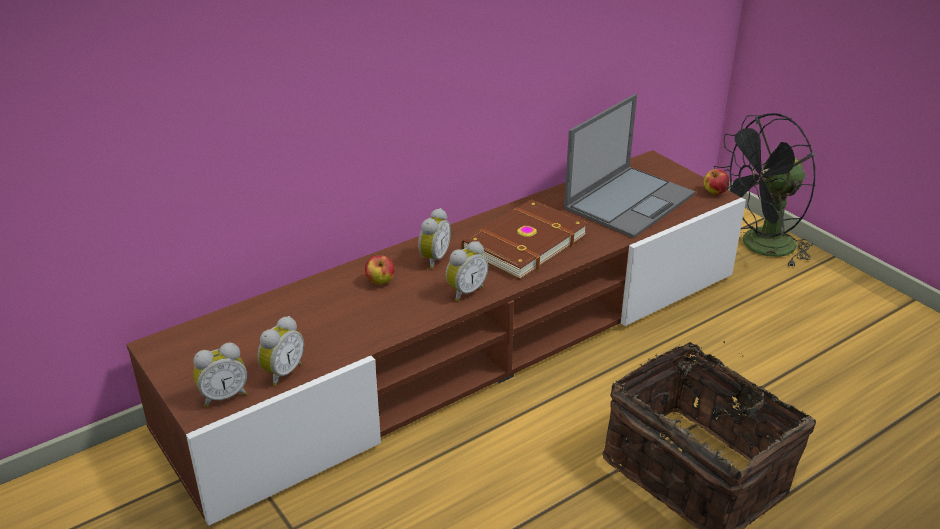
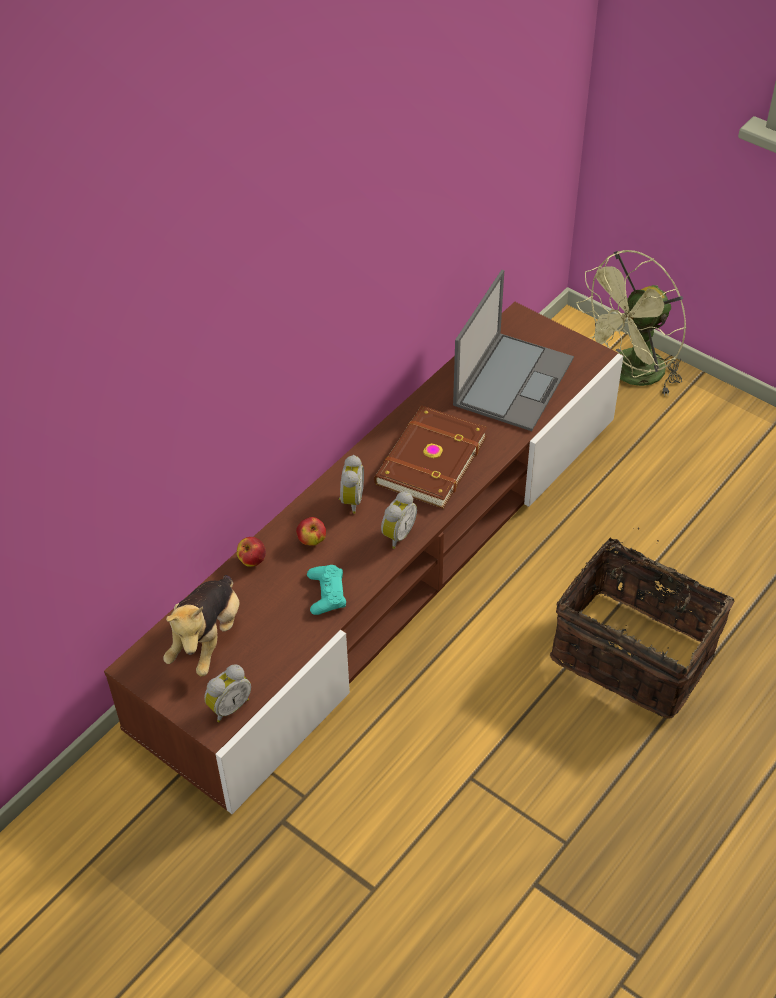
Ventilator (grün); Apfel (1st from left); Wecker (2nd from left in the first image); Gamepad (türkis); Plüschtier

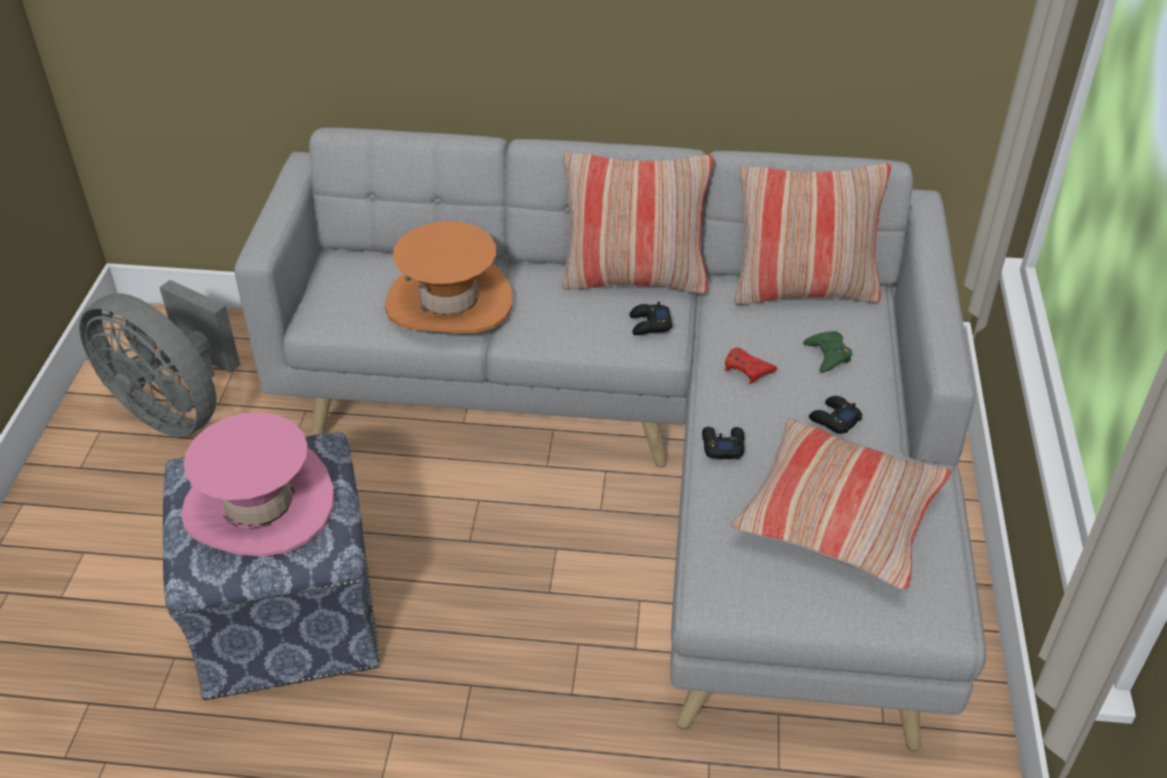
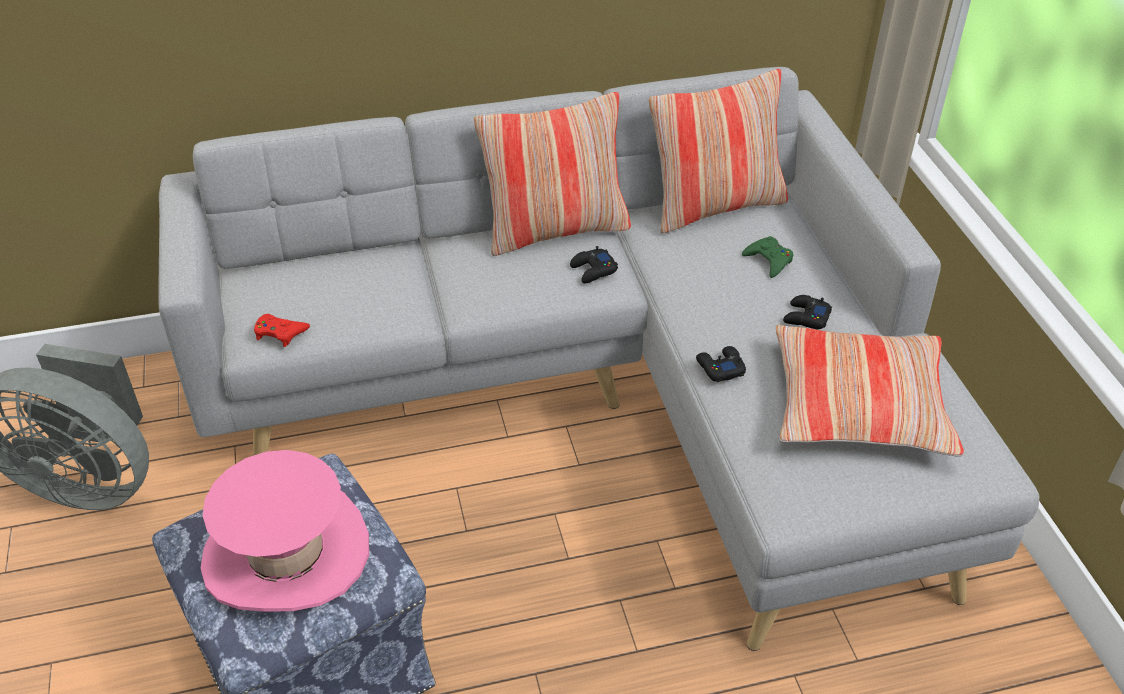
Hut (orange); Gamepad (rot)

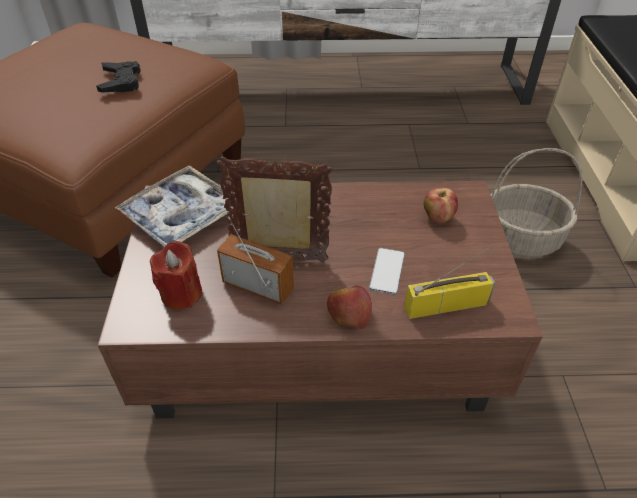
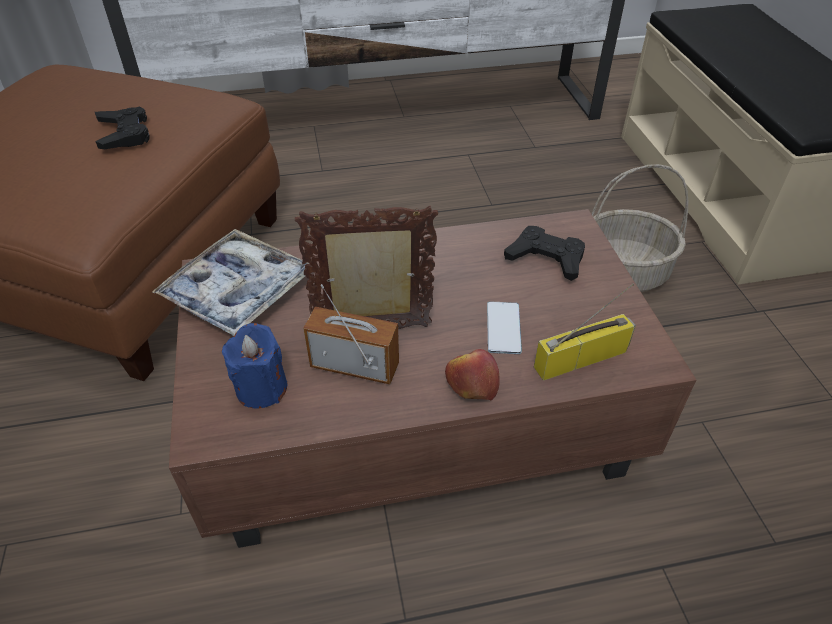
Gamepad (schwarz) (2nd from left); Kerze (blau)

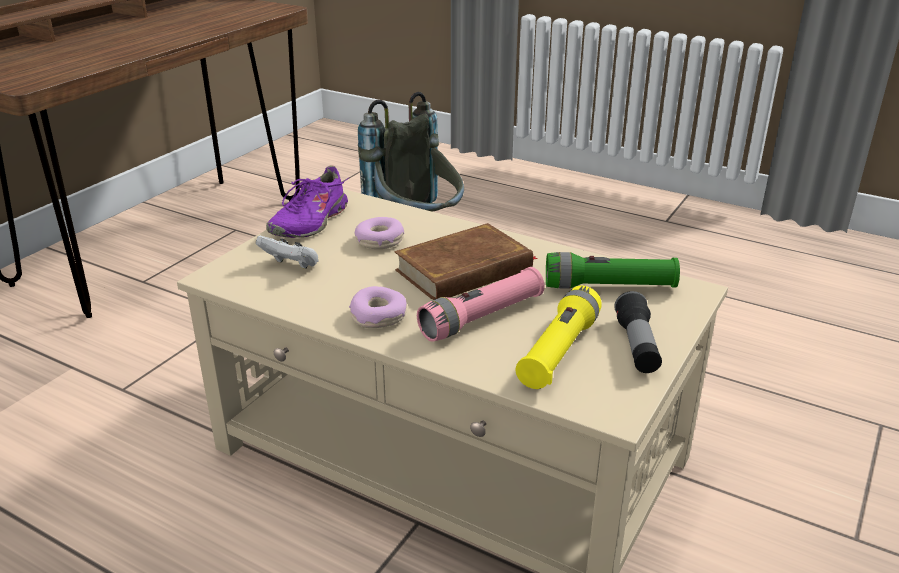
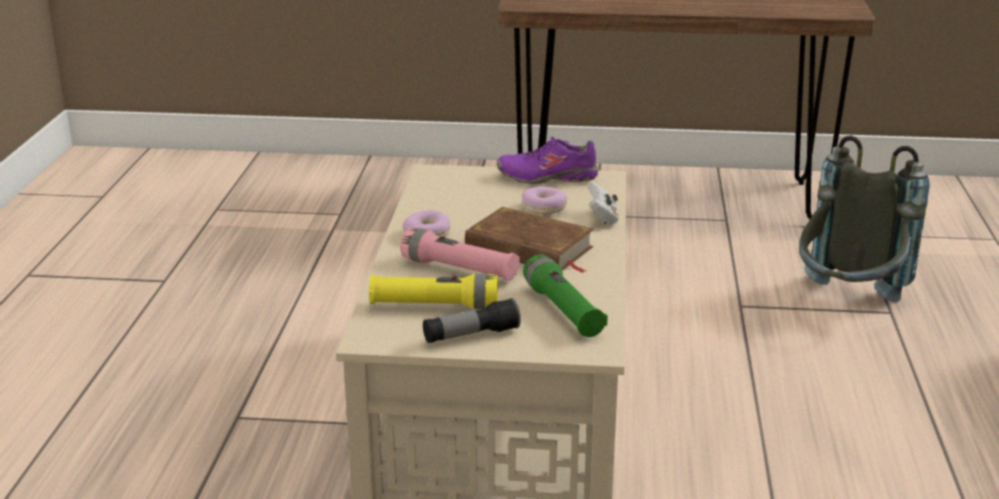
Gamepad (weiß)

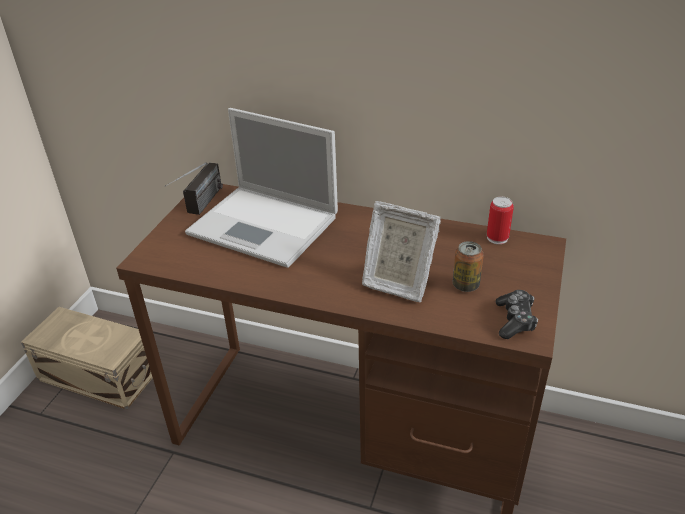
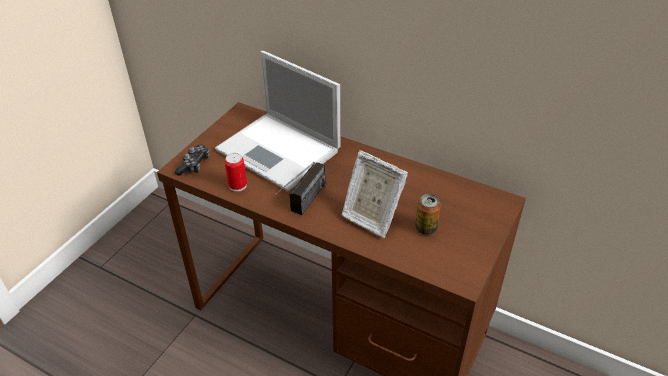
Radio; Dose (1st from left); Gamepad; Aufbewahrungsbox (beige)

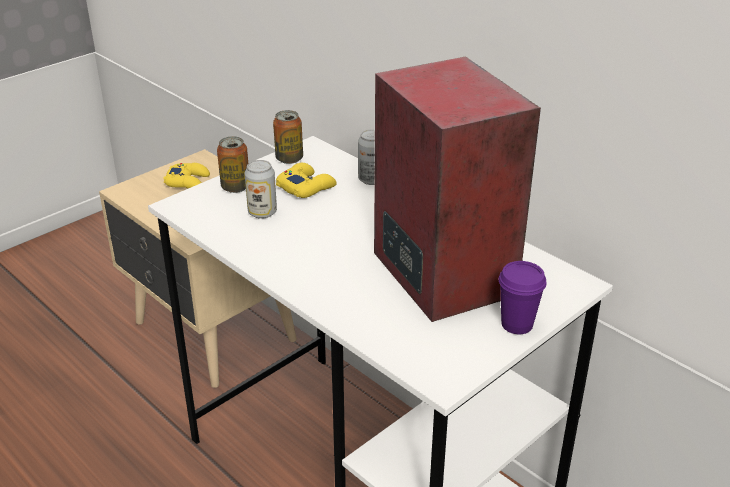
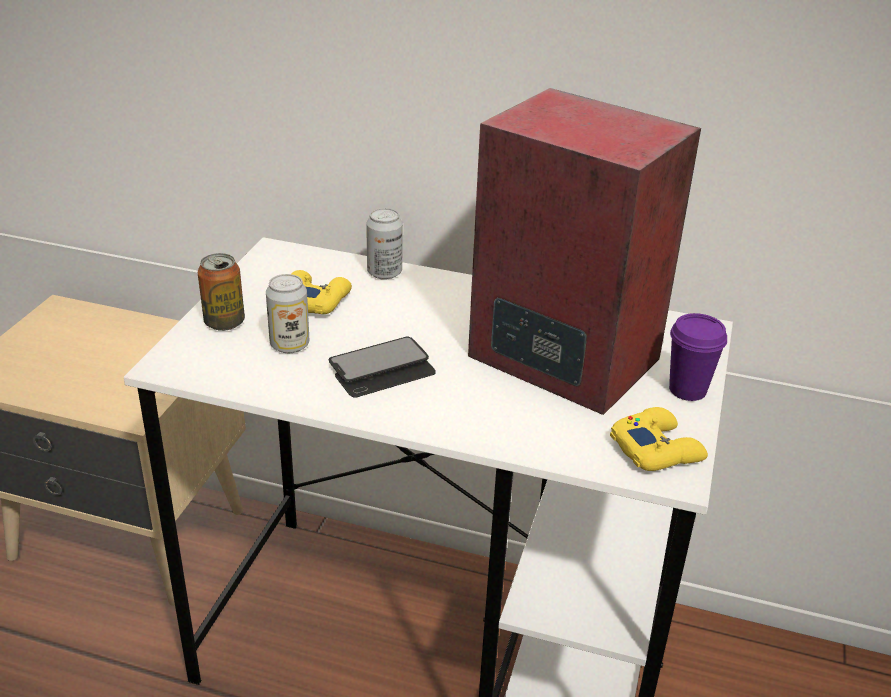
Dose (3rd from left in the first image); Gamepad (gelb) (2nd from left); Handy

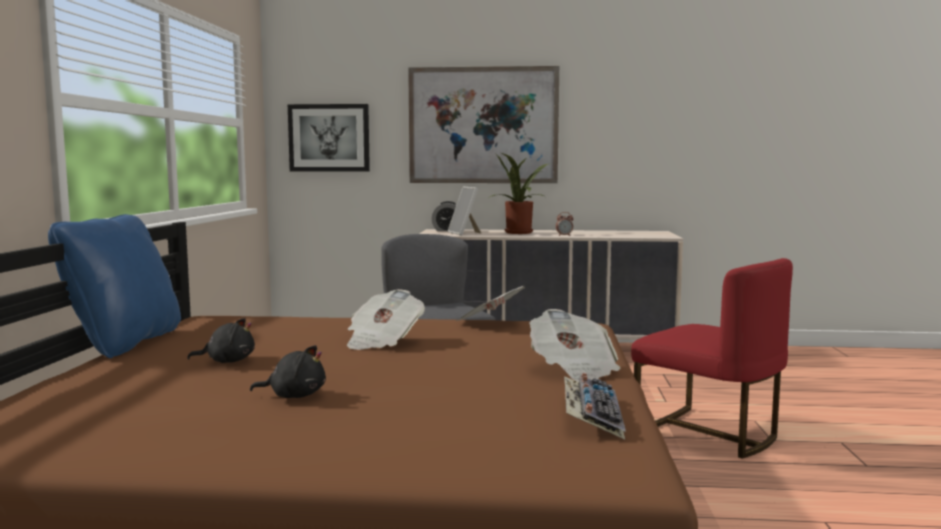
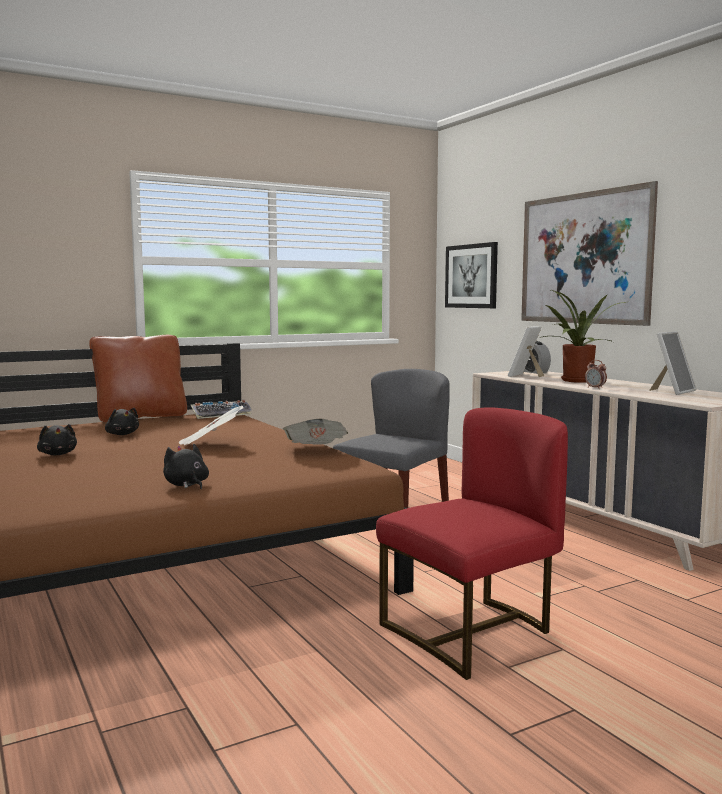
Kissen (braun); Stuhl (rot); Plüschtier (schwarz) (3rd from left); Tastatur; Bilderrahmen (2nd from left)

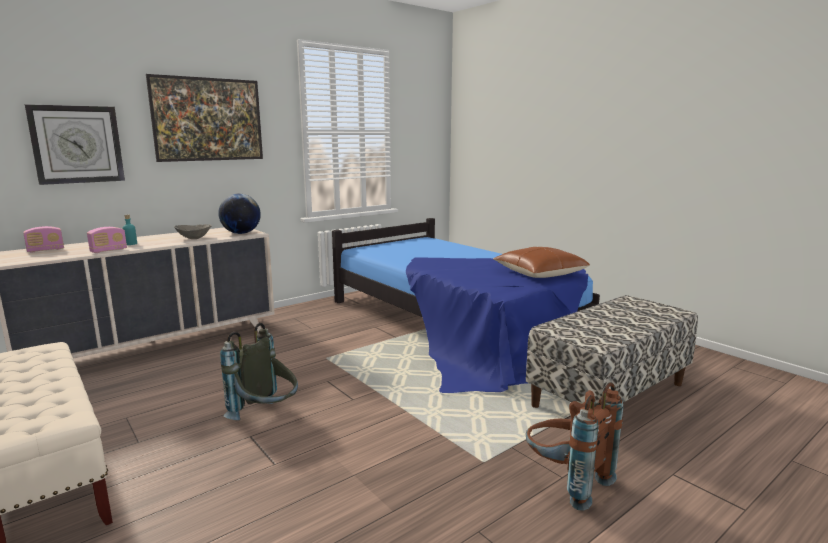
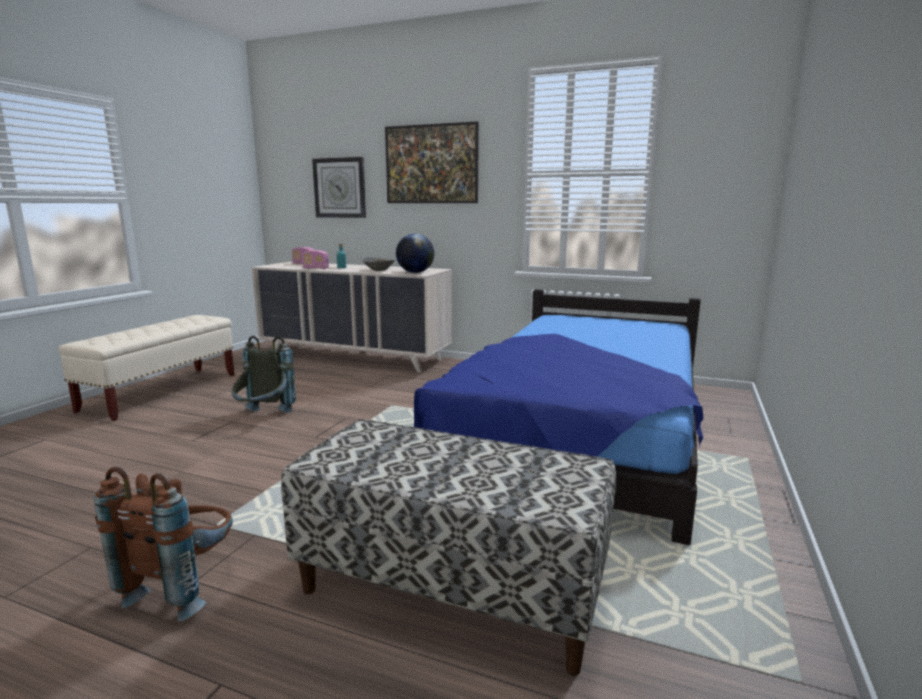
Kissen (braun)

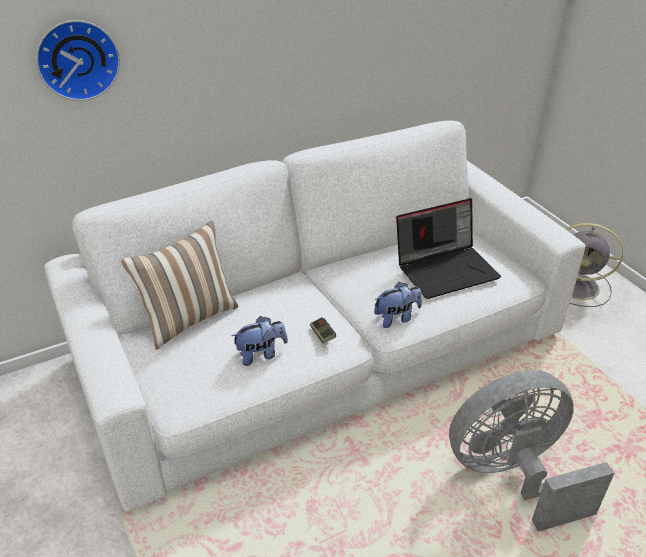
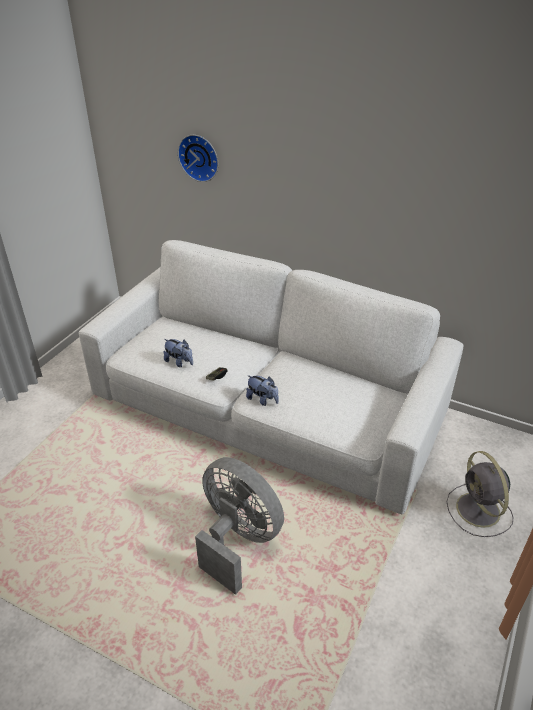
Laptop; Kissen

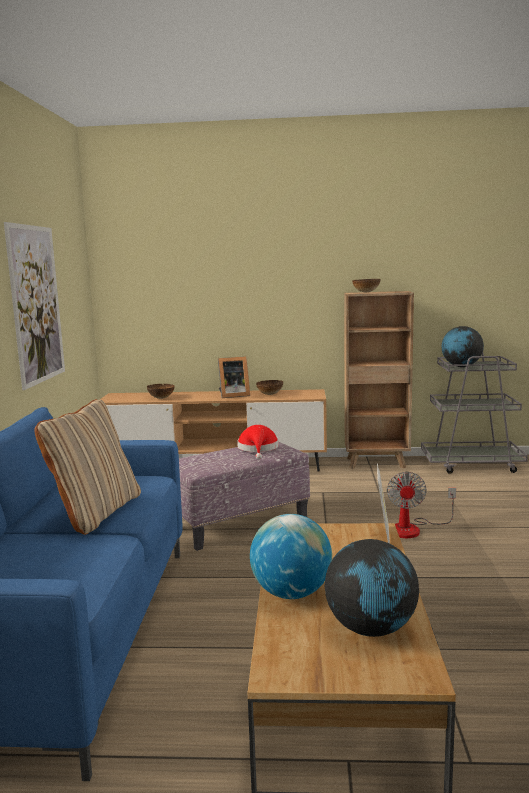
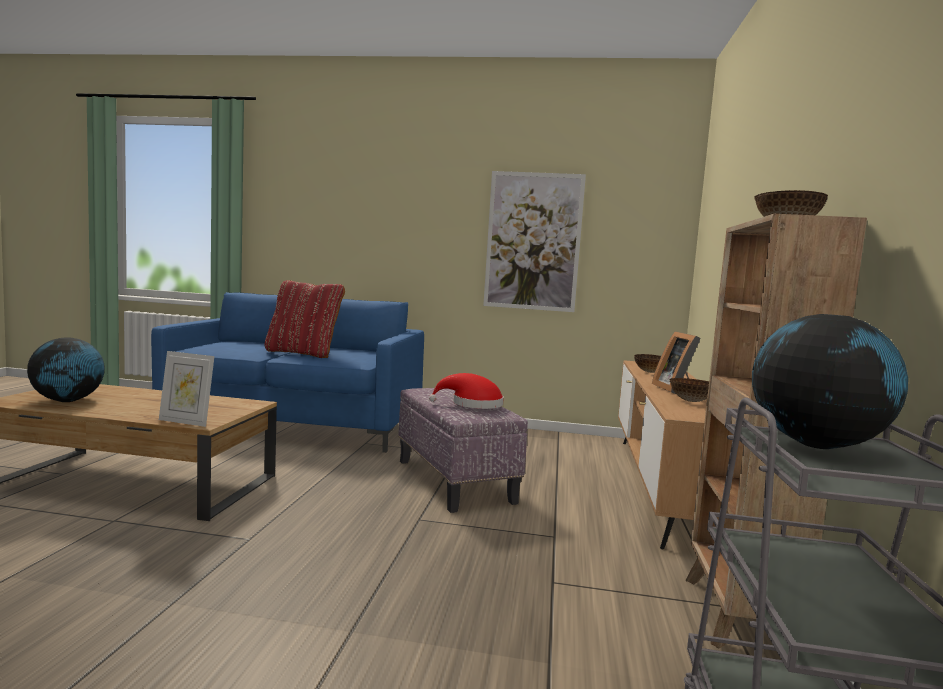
Kissen (rot); Ventilator; Globus (1st from left in the first image)

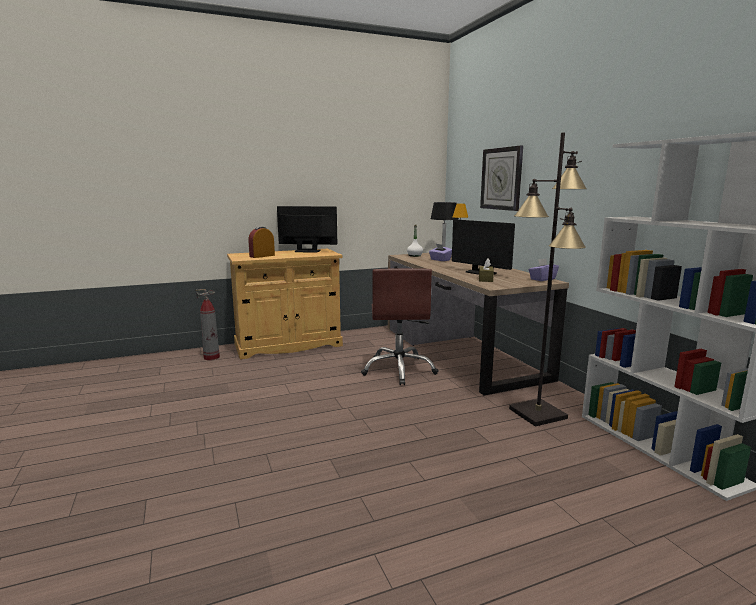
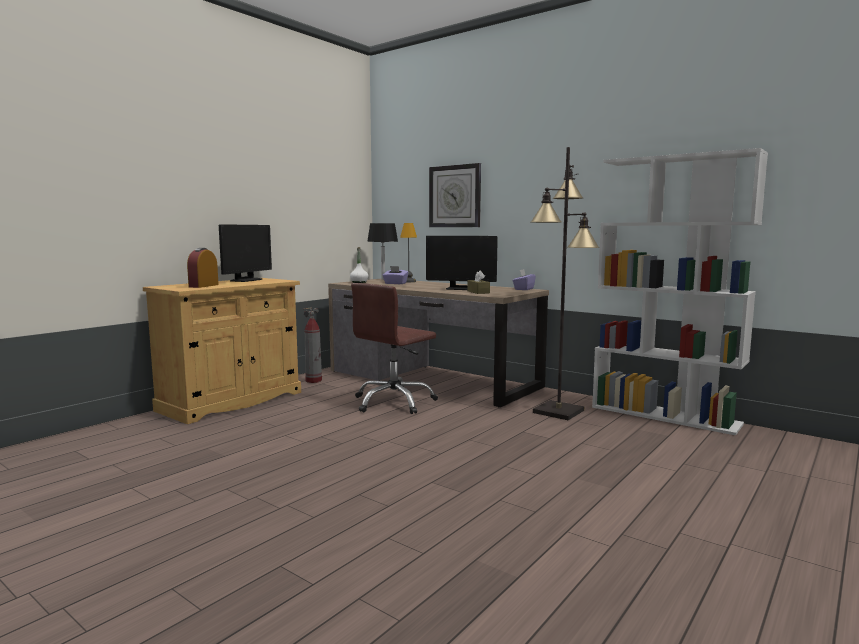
Monitor (1st from left); Bürostuhl (braun); Feuerlöscher

